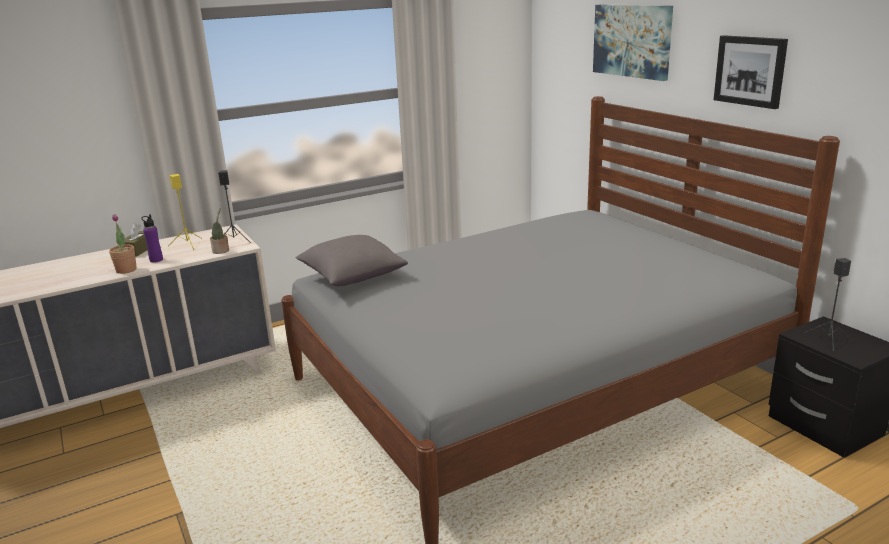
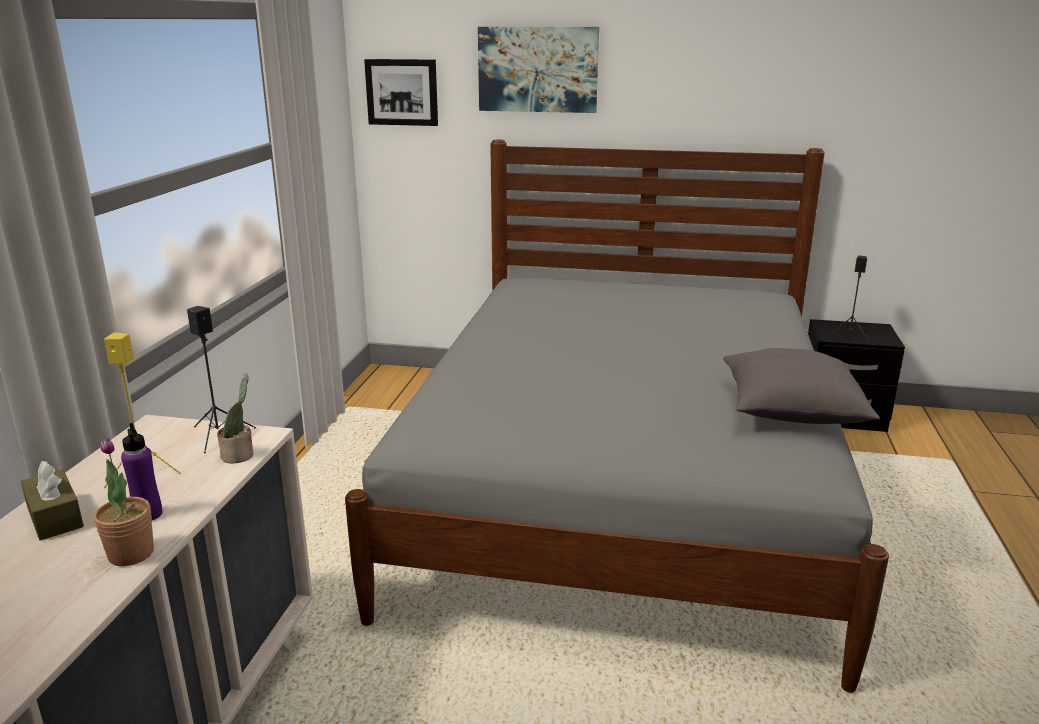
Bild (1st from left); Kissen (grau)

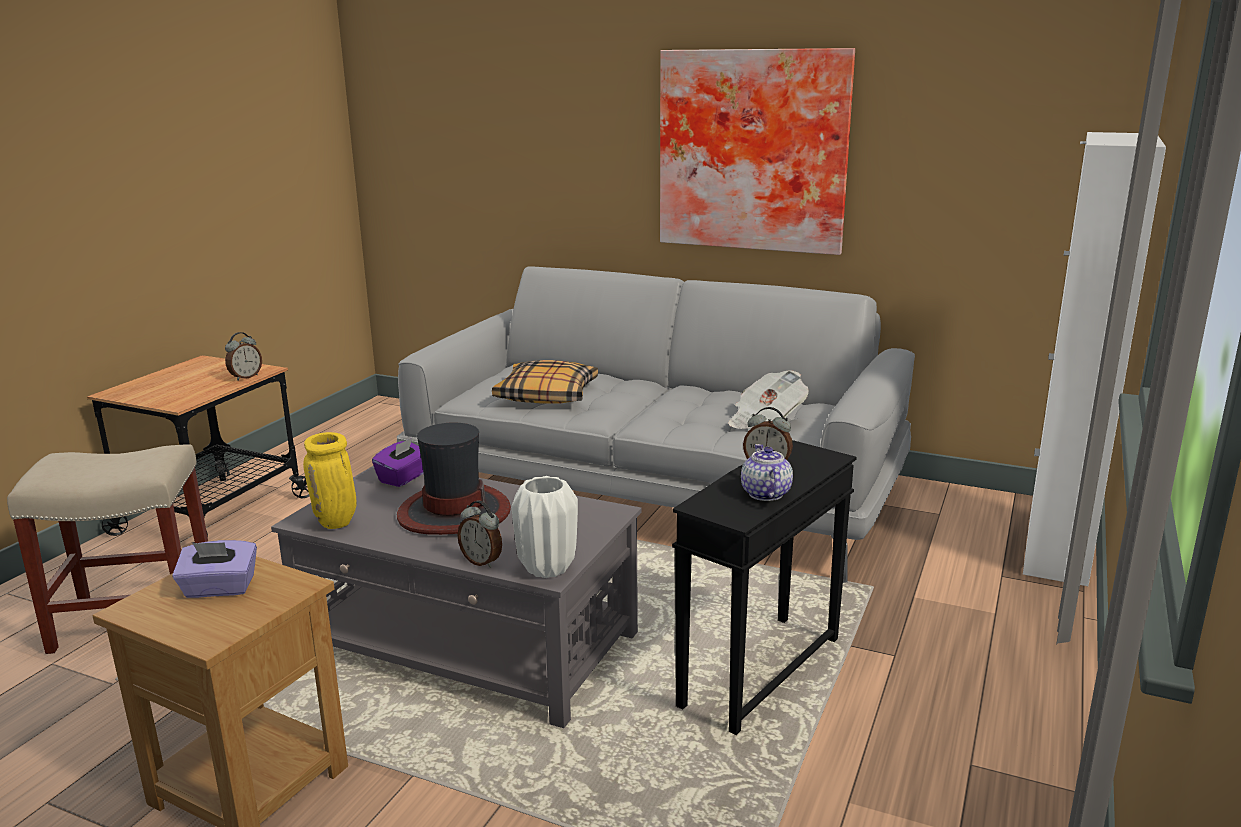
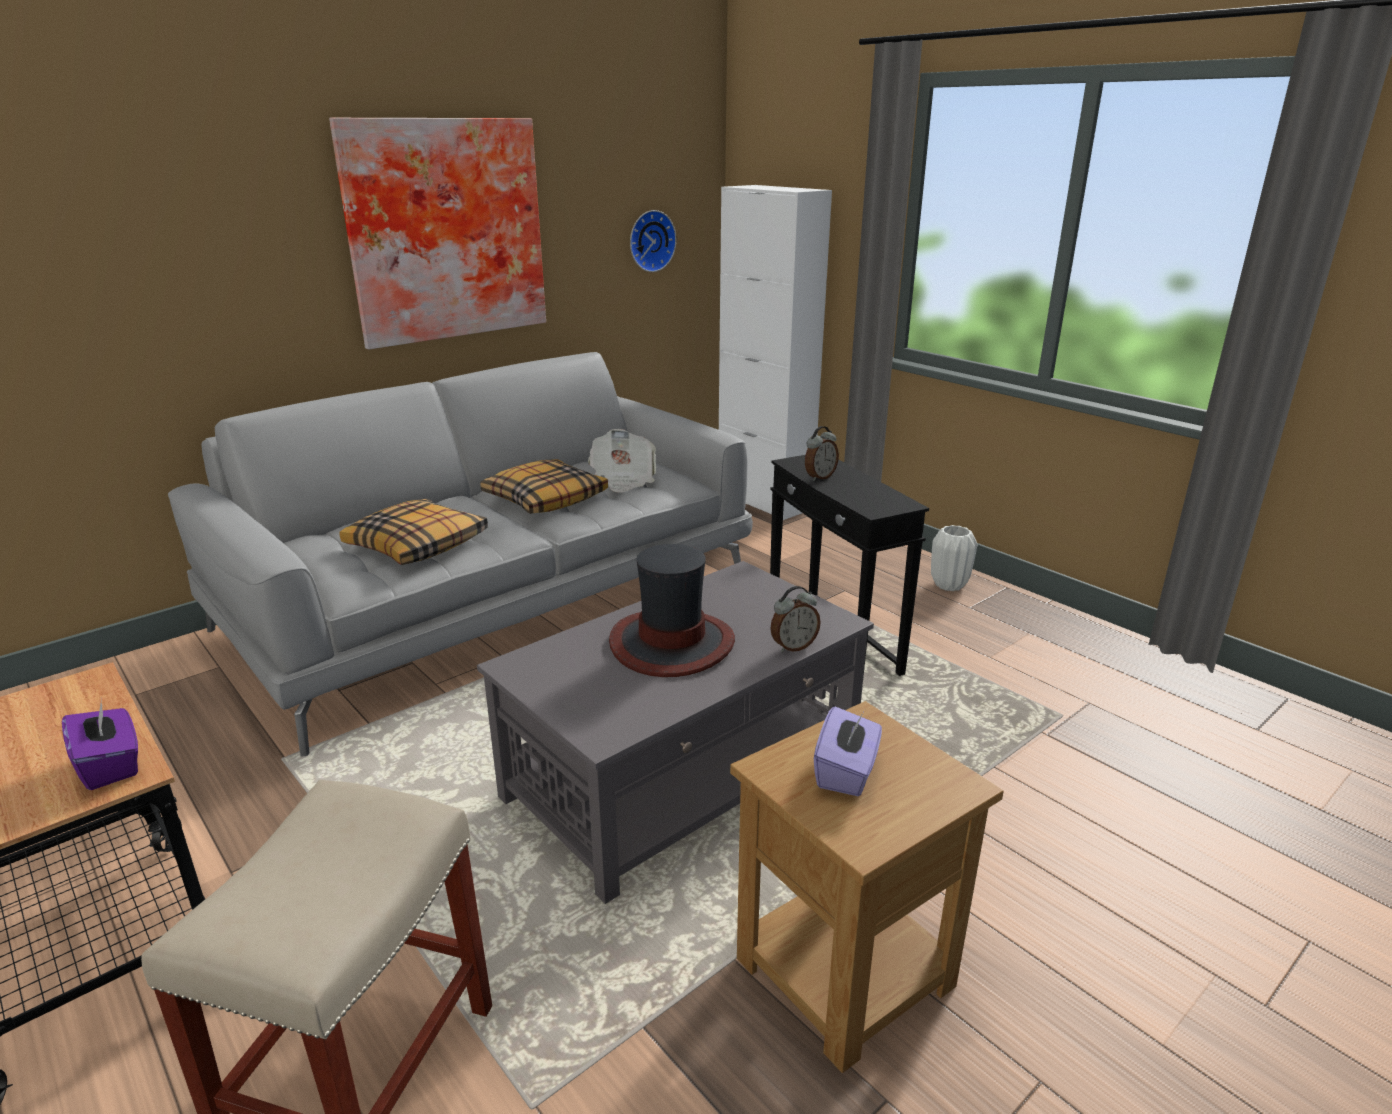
Wecker (1st from left in the first image); Vase (gelb); Taschentuchbox (lila) (1st from left); Teekanne; Vase (weiß); Wanduhr; Kissen (2nd from left)

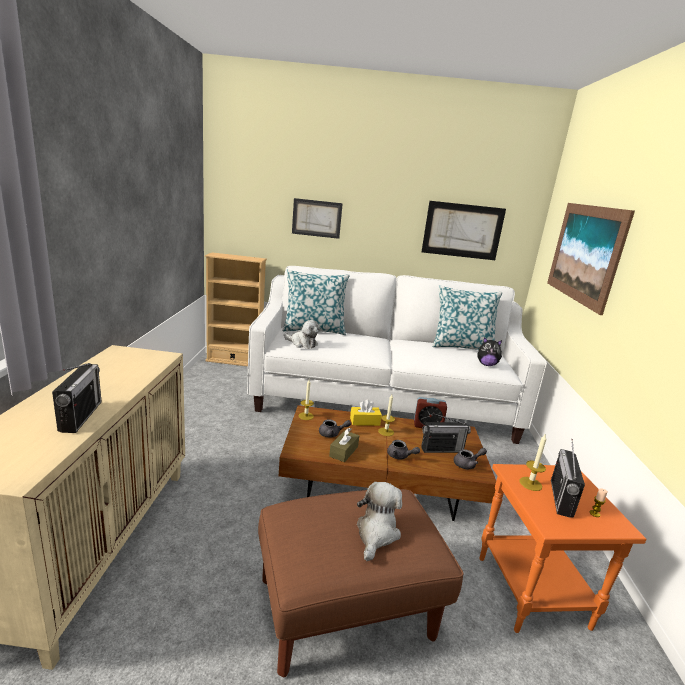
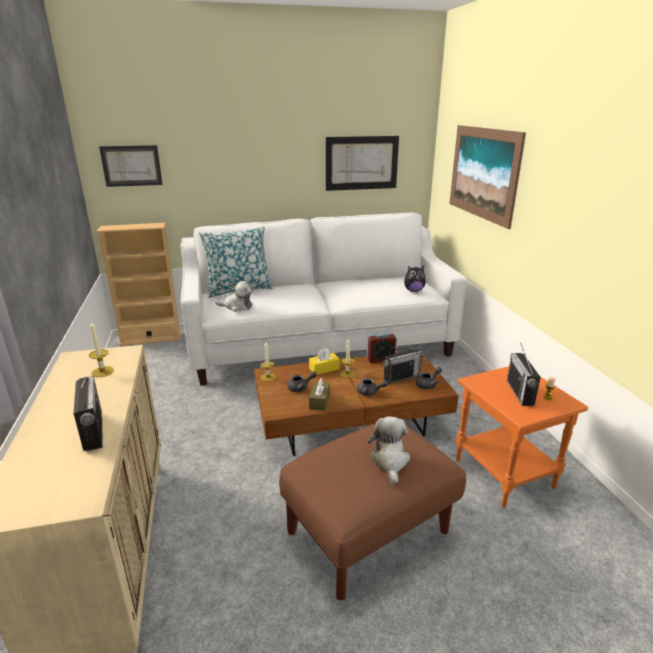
Bild (1st from left); Kissen (2nd from left in the first image); Kerze (1st from left)

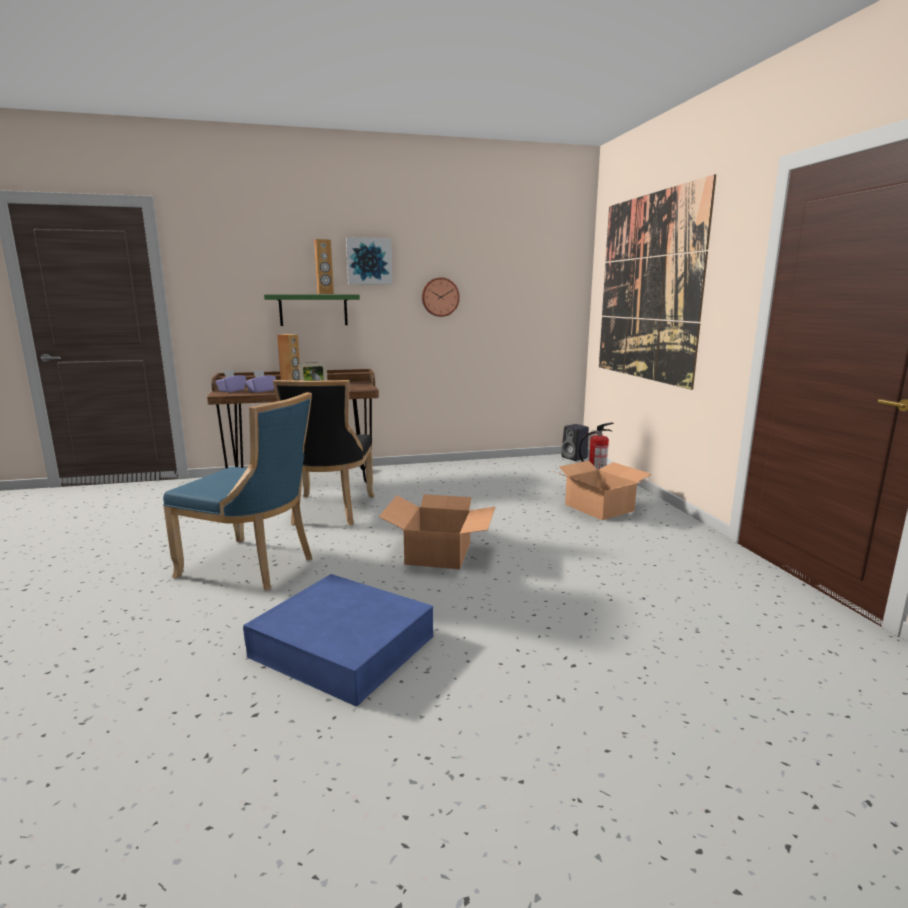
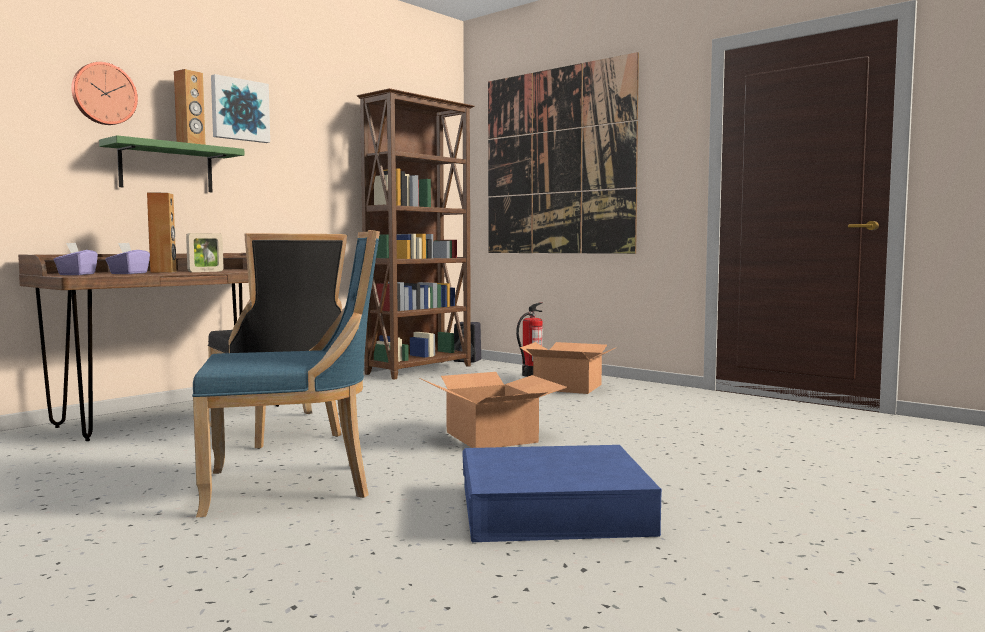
Wanduhr; Bücherregal (braun)

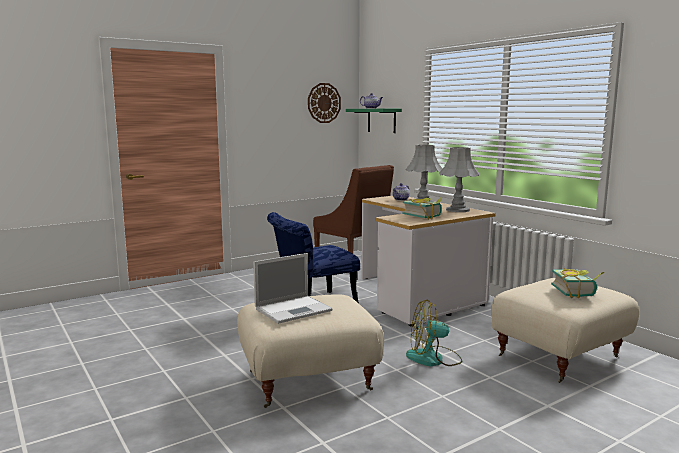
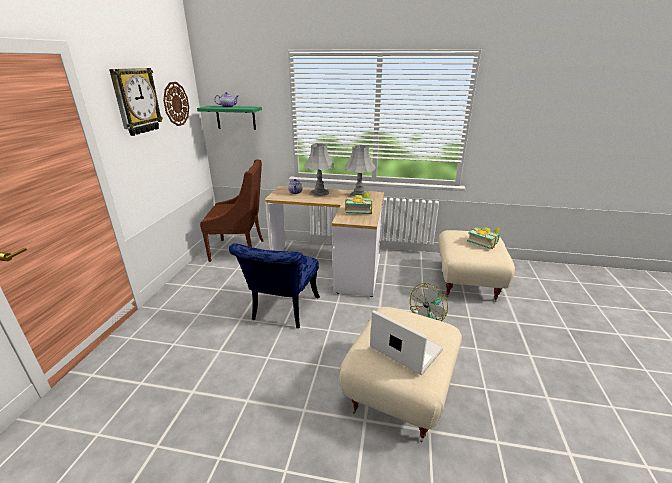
Laptop; Wanduhr (1st from left)

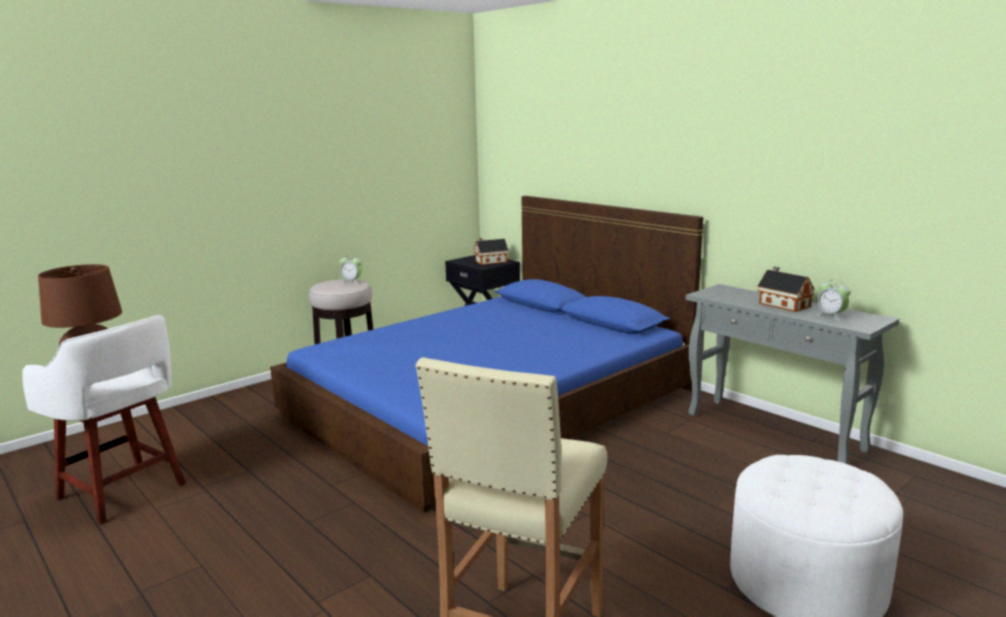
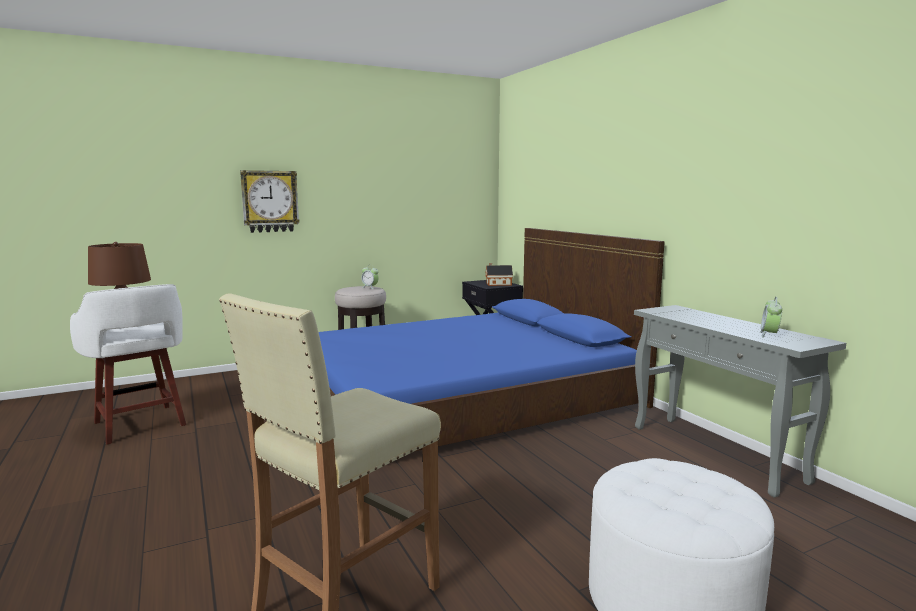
Spielzeughaus (2nd from left in the first image); Wecker (2nd from left); Wanduhr

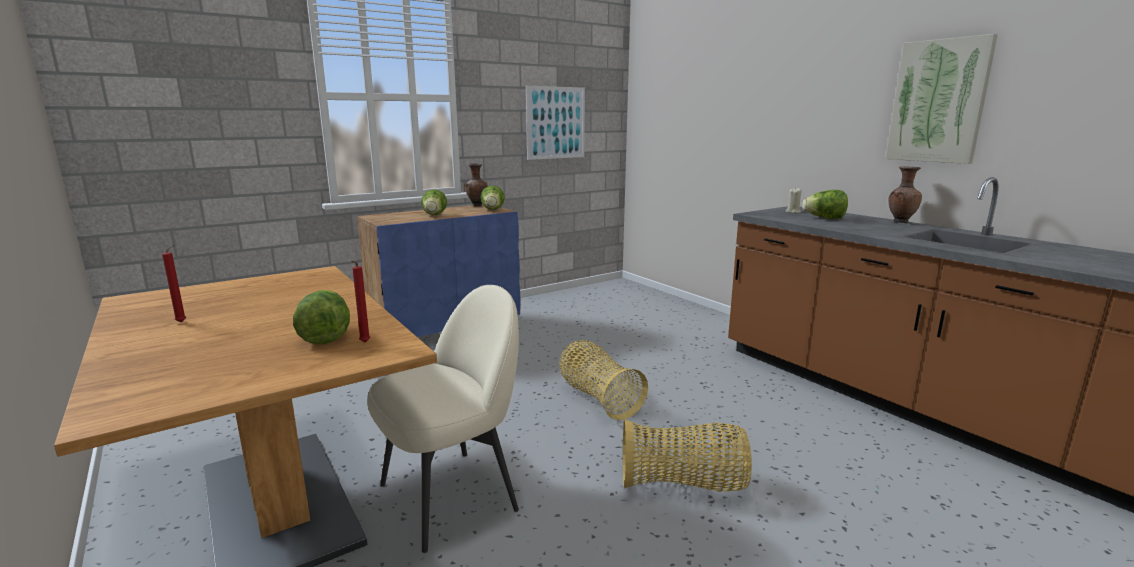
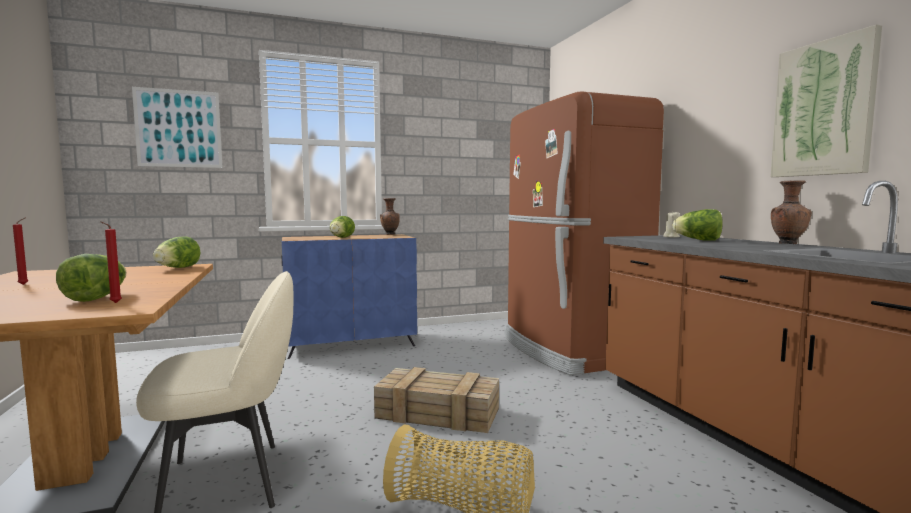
Bild (1st from left); Salatkopf (2nd from left); Kiste; Kühlschrank (braun)

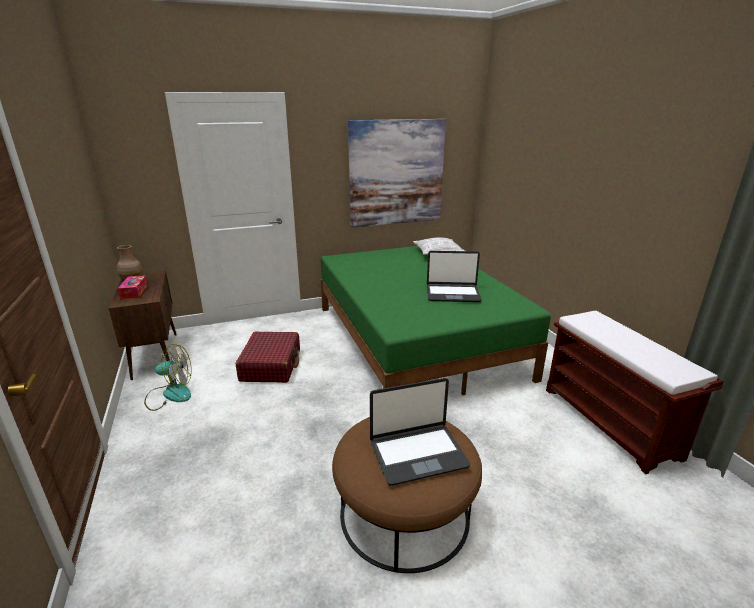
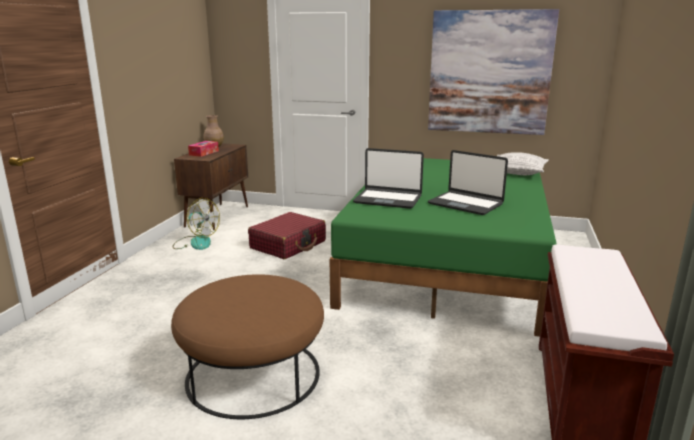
Laptop (1st from left)

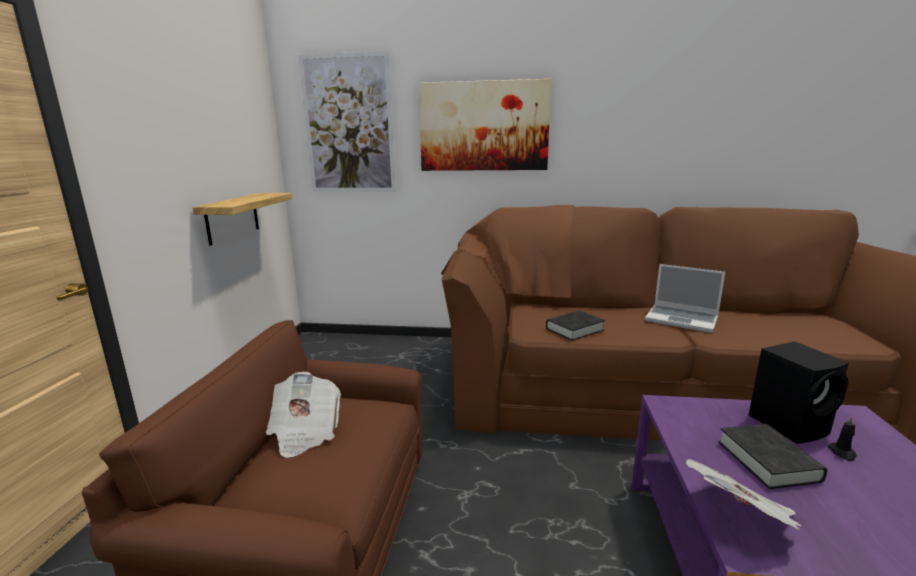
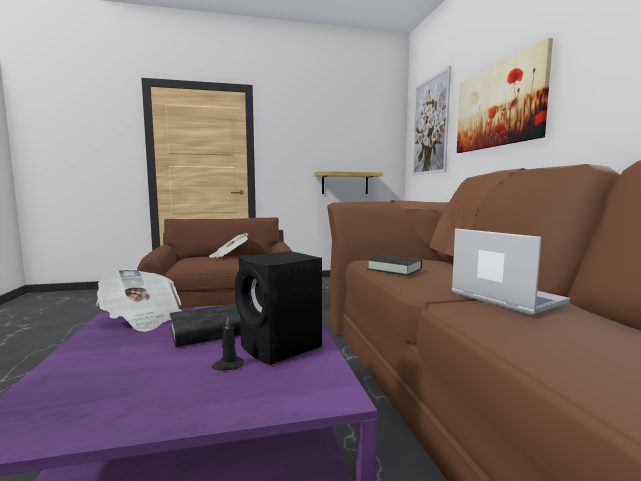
Laptop

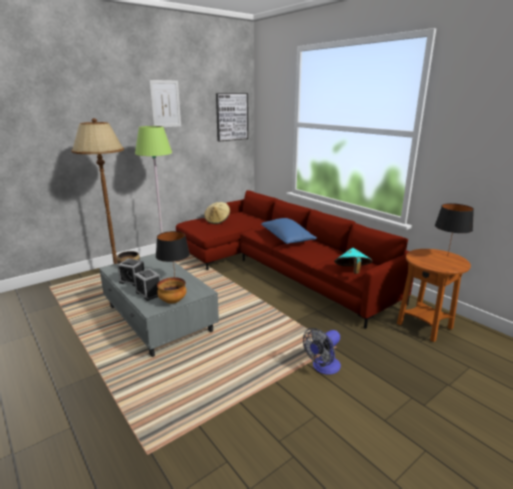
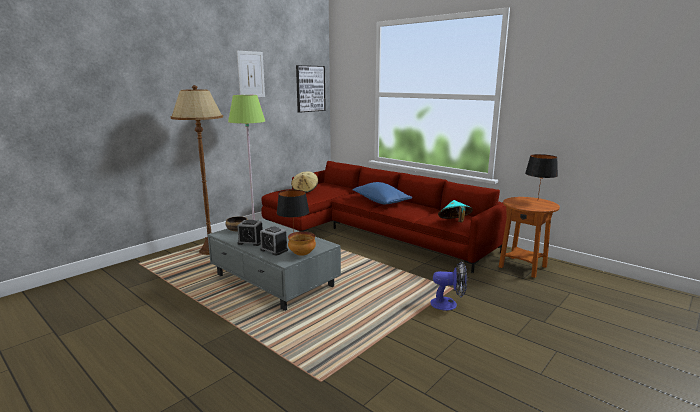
Ventilator

